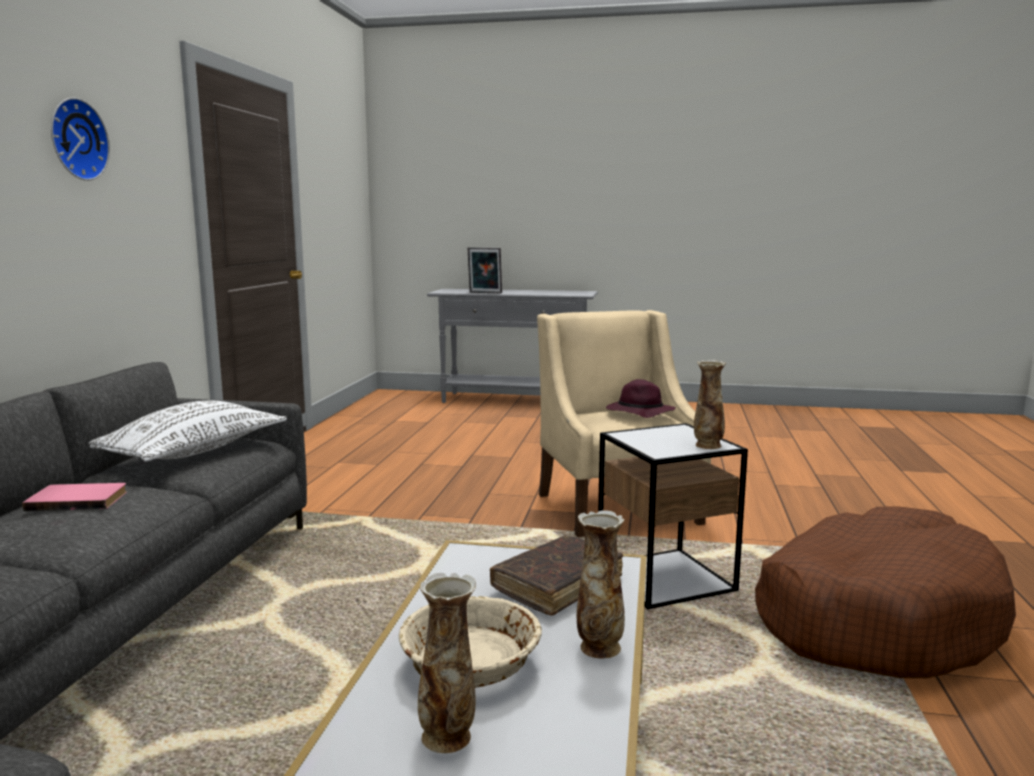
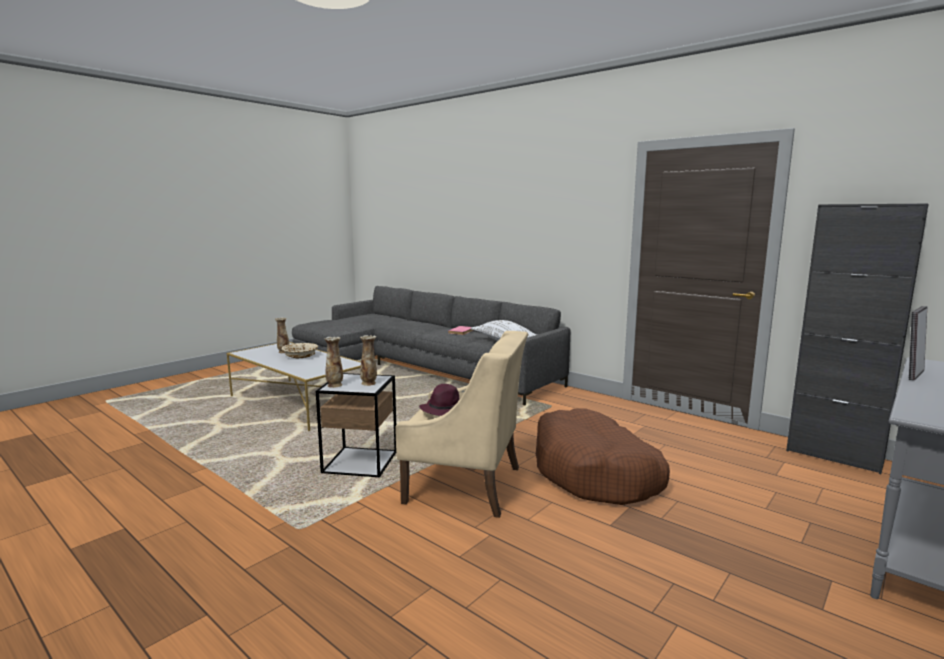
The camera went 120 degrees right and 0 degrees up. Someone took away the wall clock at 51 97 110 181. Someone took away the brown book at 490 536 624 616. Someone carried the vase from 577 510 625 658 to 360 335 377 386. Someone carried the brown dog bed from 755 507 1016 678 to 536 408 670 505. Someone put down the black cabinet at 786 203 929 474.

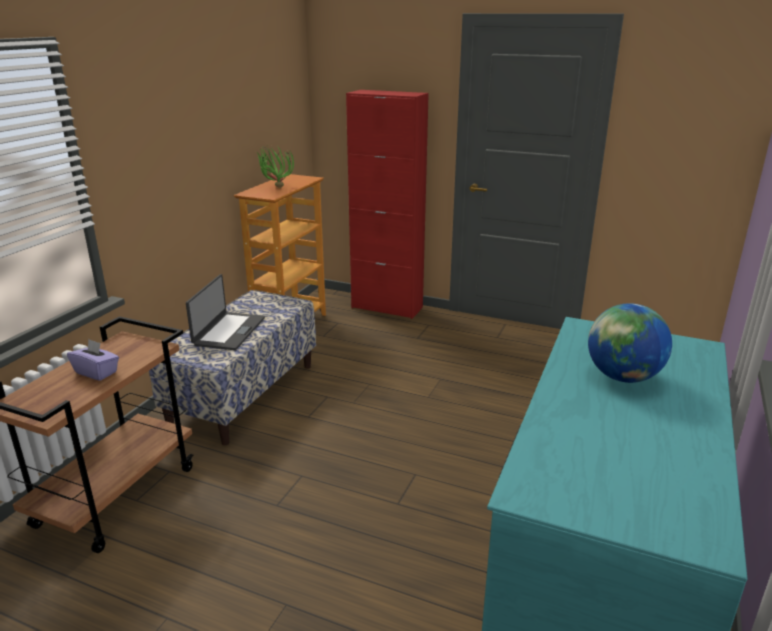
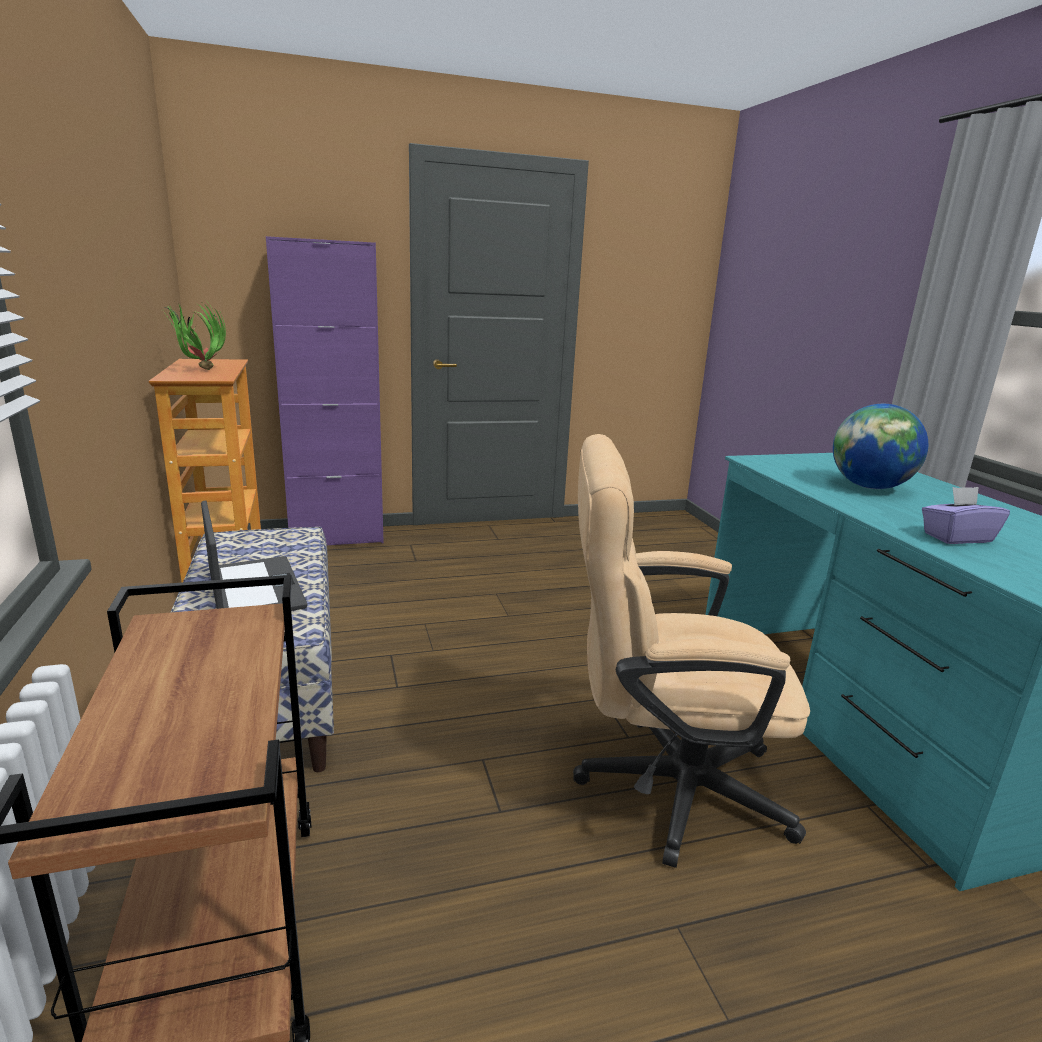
The camera went 40 degrees left and 5 degrees down. Someone carried the purple tissue box from 67 339 119 381 to 922 487 1010 544. Someone repainted the red cabinet at 346 90 429 319, which became the purple cabinet at 266 236 384 545. Someone put down the beige office chair at 573 434 810 868.

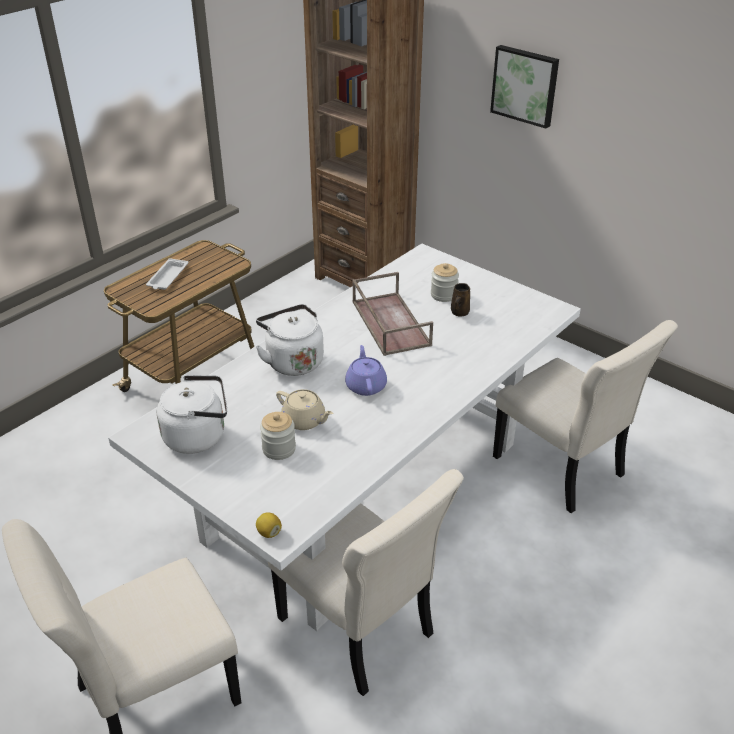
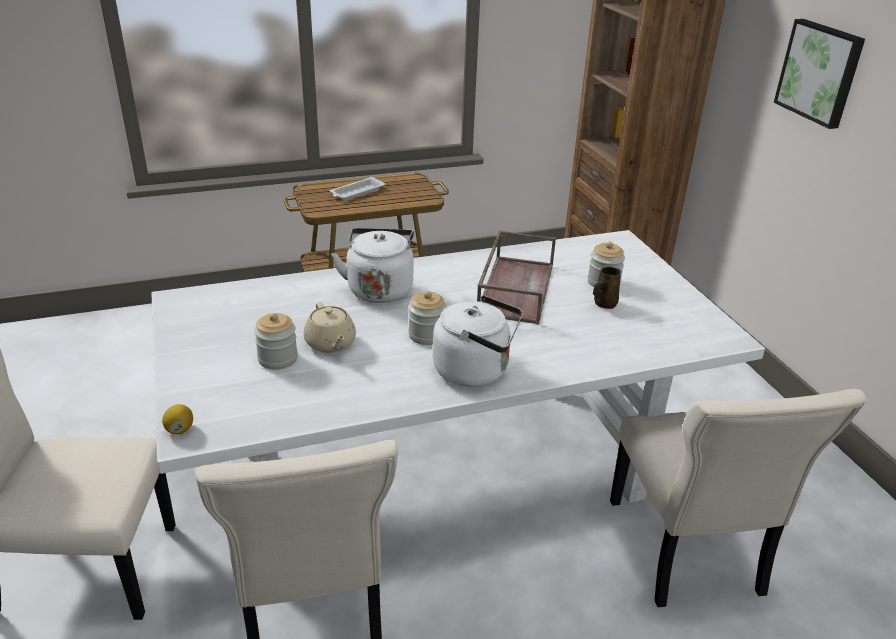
The camera went 30 degrees right and 5 degrees down. Someone carried the white kettle from 157 375 227 454 to 433 295 523 387. Someone swapped the purple teapot at 345 345 387 396 for the jar at 408 291 447 345.

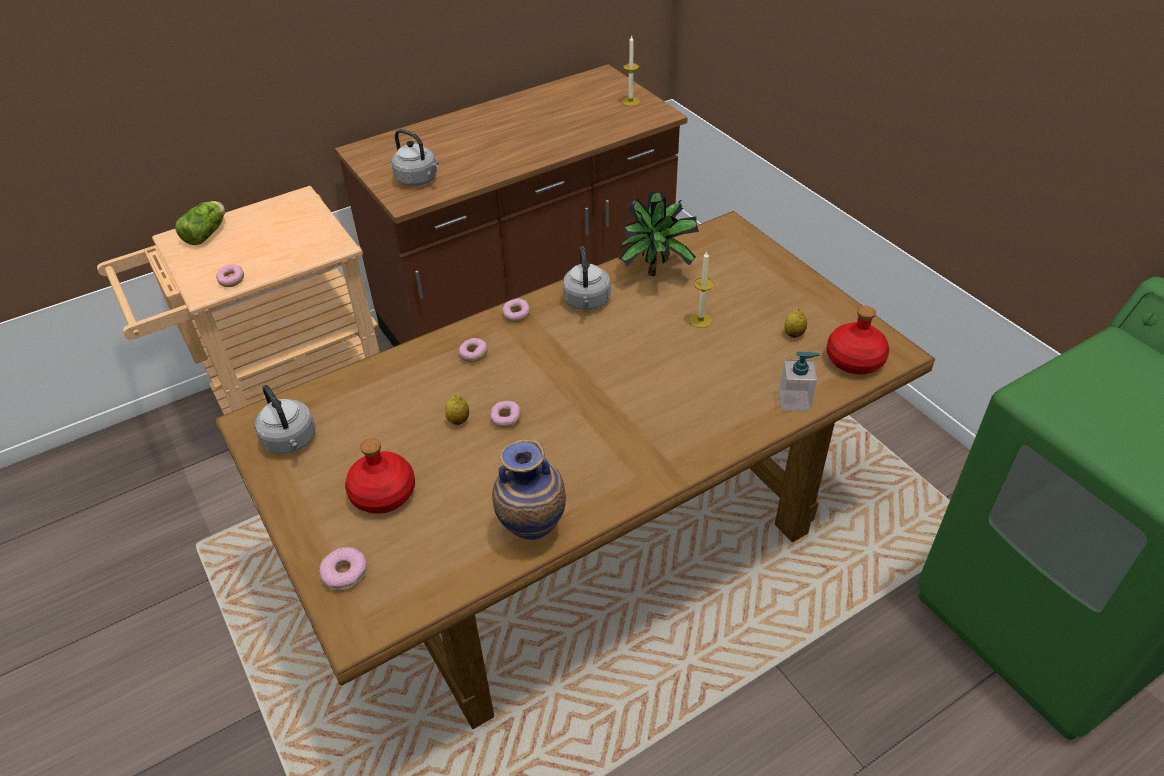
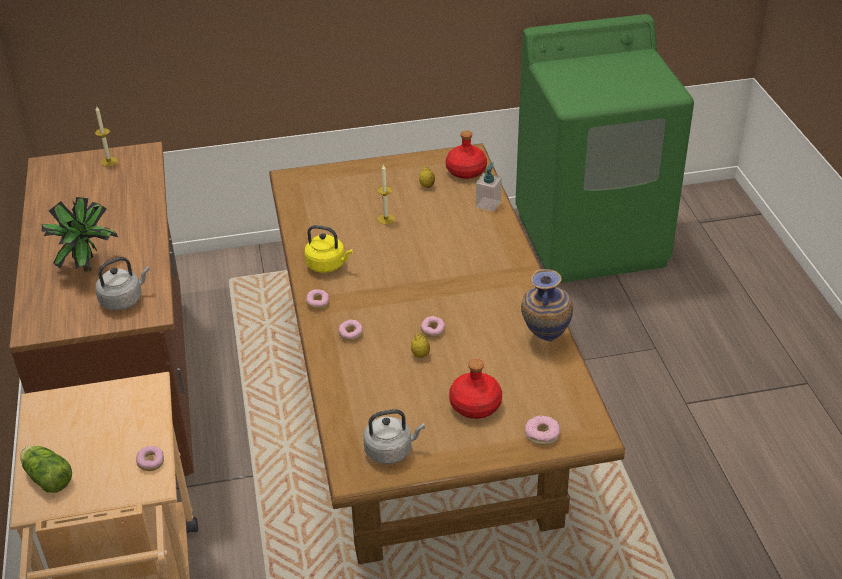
The camera went 70 degrees left and 5 degrees down. Someone repainted the grey kettle at 563 247 611 310, which became the yellow kettle at 304 225 353 273. Someone carried the potted plant from 618 192 699 276 to 41 197 118 272.

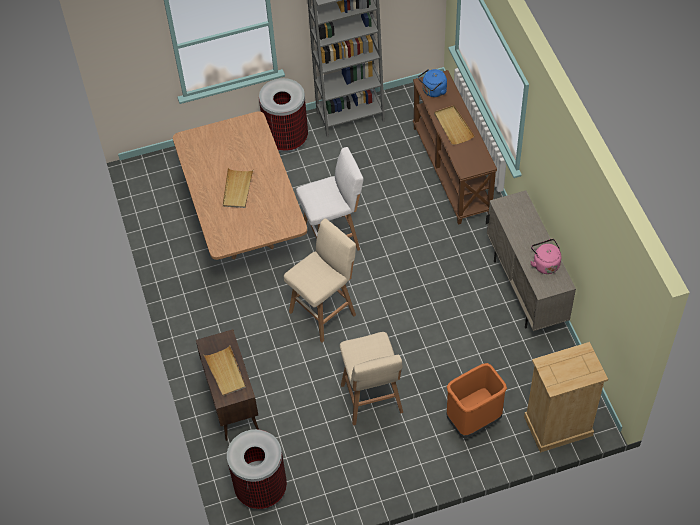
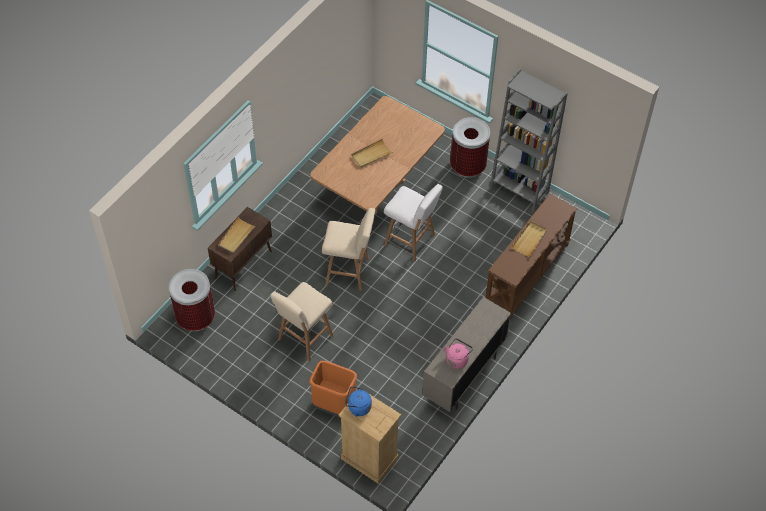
The camera went 50 degrees right and 0 degrees up. Someone carried the blue kettle from 418 69 447 97 to 344 386 372 417.

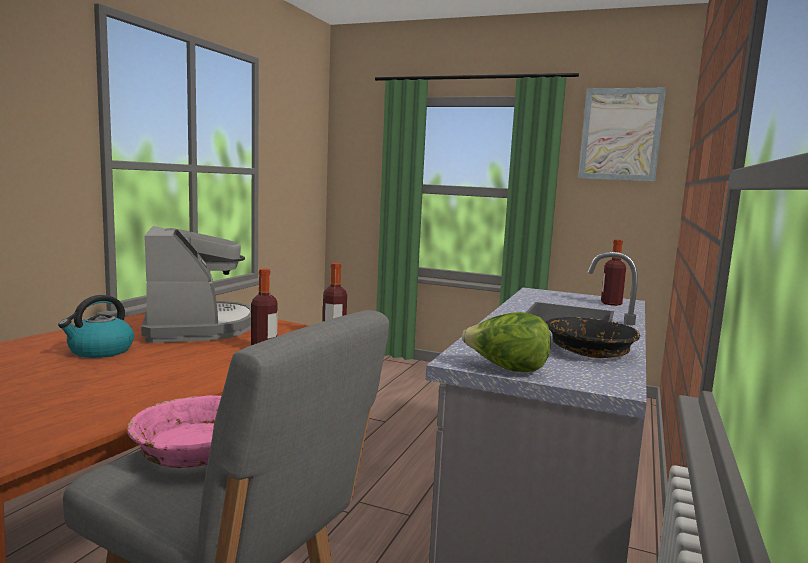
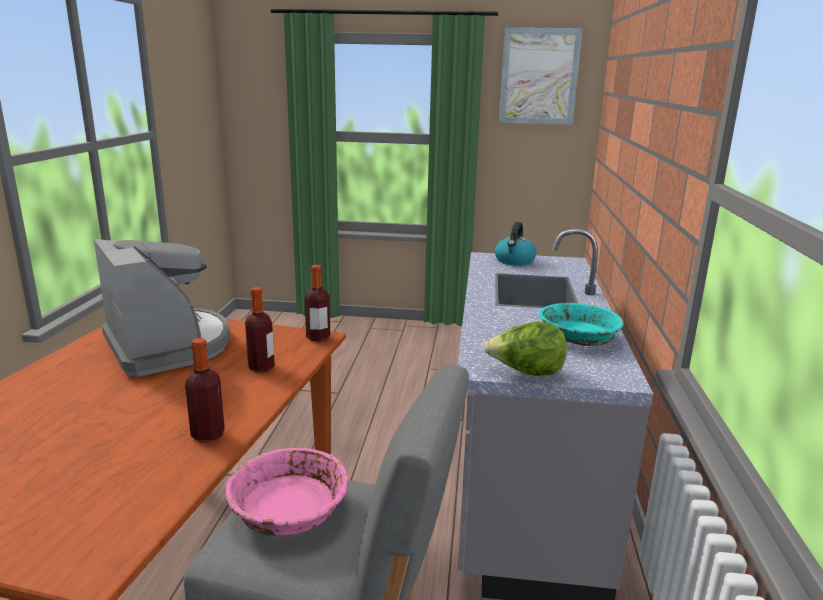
The camera went 15 degrees left and 10 degrees up. Someone carried the kettle from 58 295 134 358 to 495 222 536 265. Someone repainted the black bowl at 546 317 640 358, which became the turquoise bowl at 539 303 624 346. Someone carried the bottle from 601 240 626 306 to 185 338 225 442.

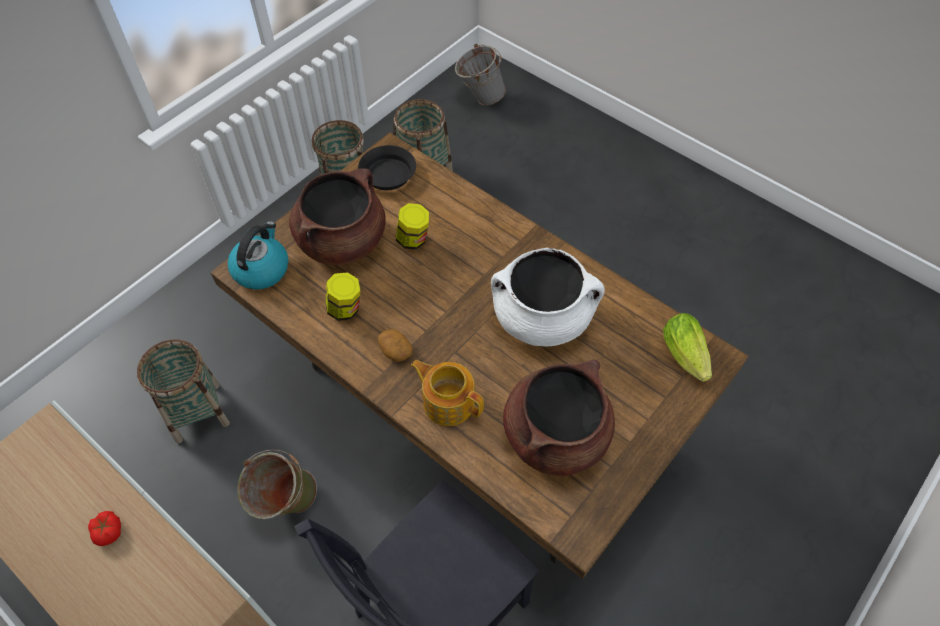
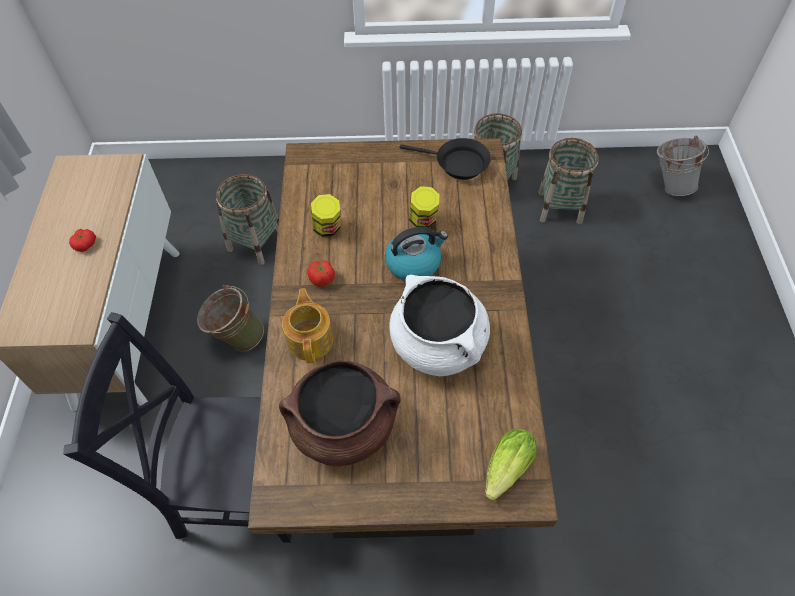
The camera went 50 degrees right and 0 degrees up. Someone carried the kettle from 228 221 288 289 to 385 226 448 281. Someone took away the brown cooking pot at 289 168 386 265. Someone swapped the potato at 378 329 413 362 for the tomato at 307 260 335 286.

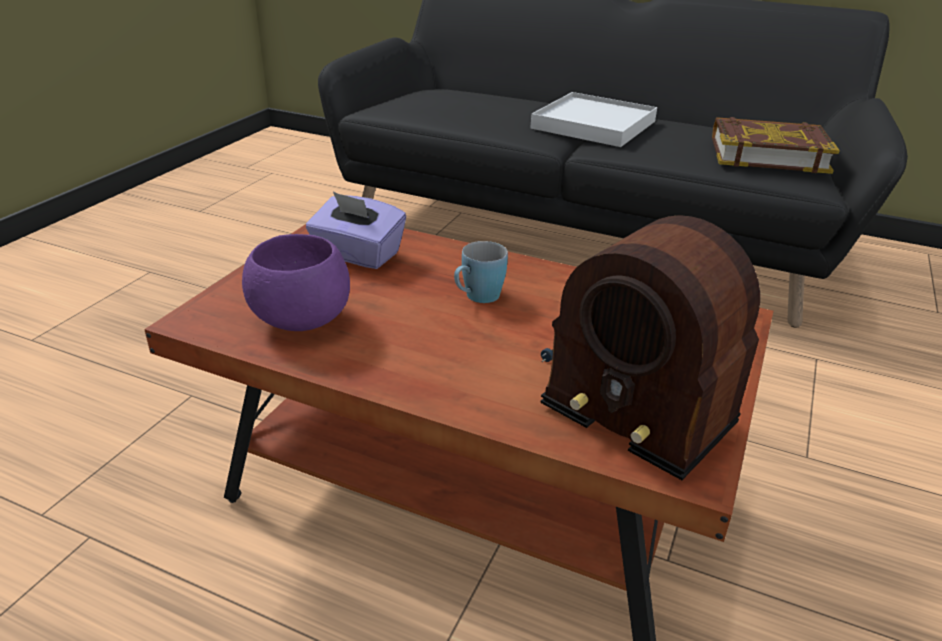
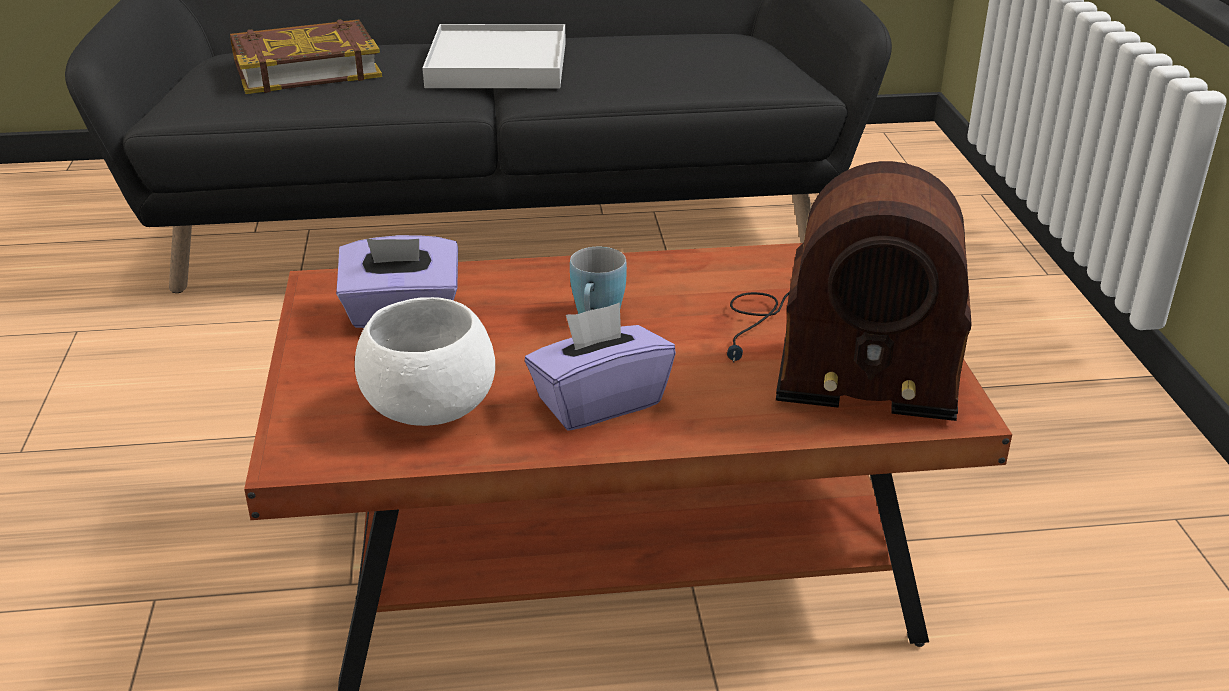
The camera went 30 degrees left and 0 degrees up. Someone repainted the purple bowl at 242 234 350 331, which became the white bowl at 355 297 495 426. Someone carried the book from 712 117 840 174 to 230 19 382 94. Someone put down the purple tissue box at 525 303 676 430.

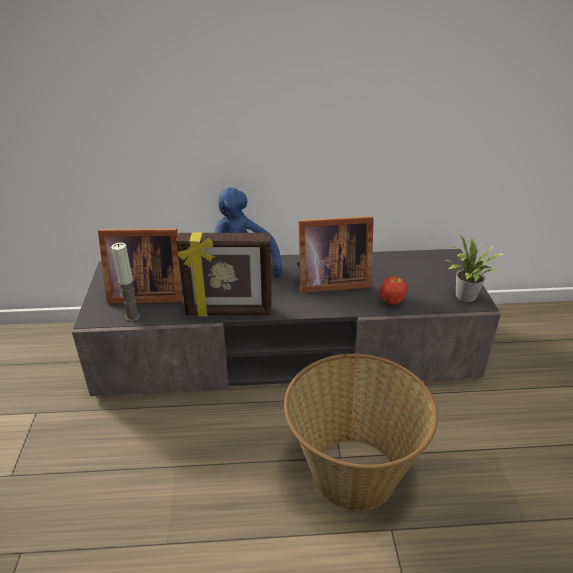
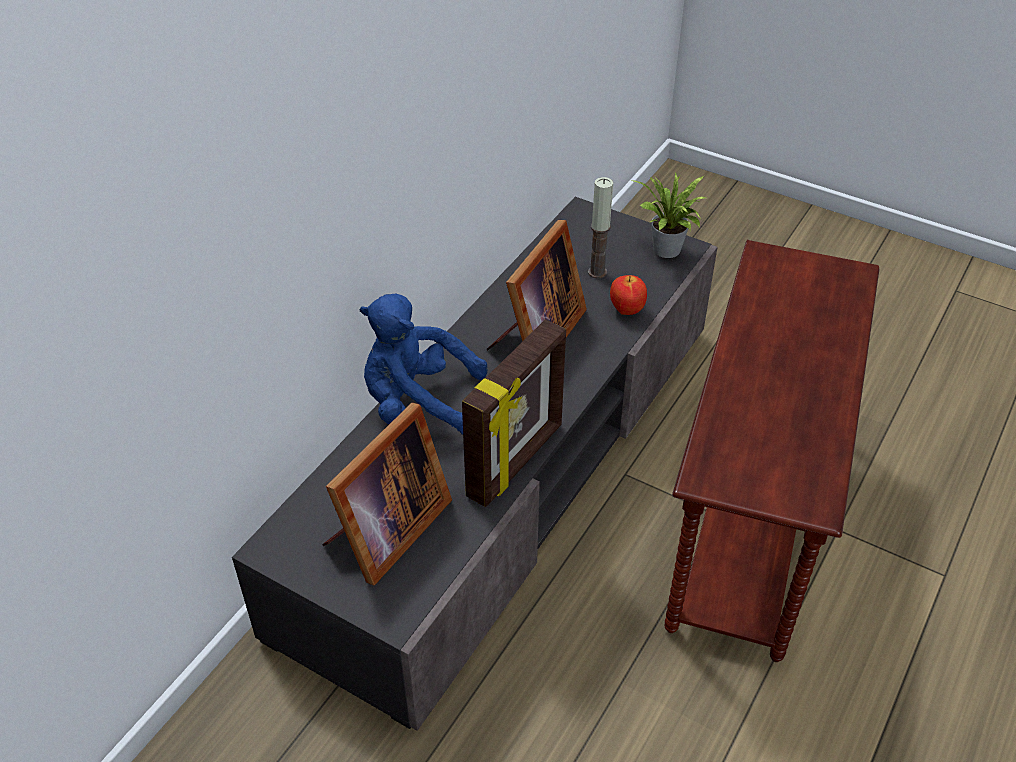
The camera went 55 degrees left and 10 degrees up. Someone carried the candle from 111 243 140 322 to 588 177 613 279. Someone swapped the basket at 284 354 438 511 for the brown side table at 665 240 880 662.

